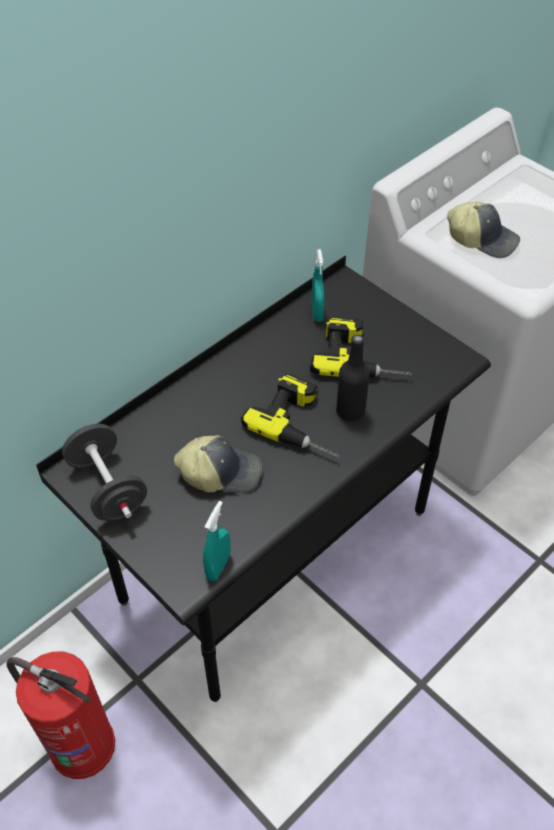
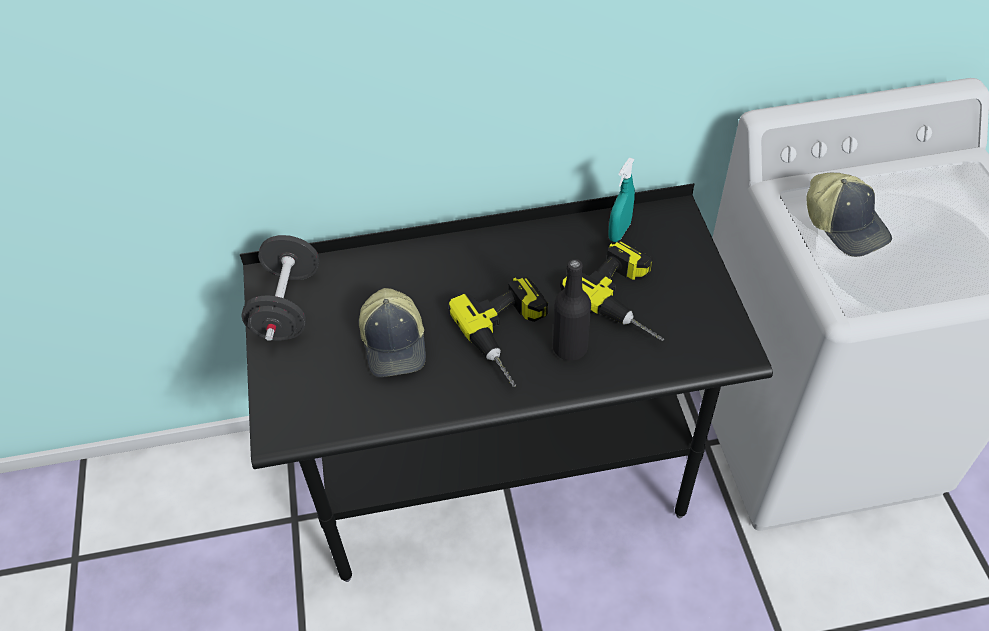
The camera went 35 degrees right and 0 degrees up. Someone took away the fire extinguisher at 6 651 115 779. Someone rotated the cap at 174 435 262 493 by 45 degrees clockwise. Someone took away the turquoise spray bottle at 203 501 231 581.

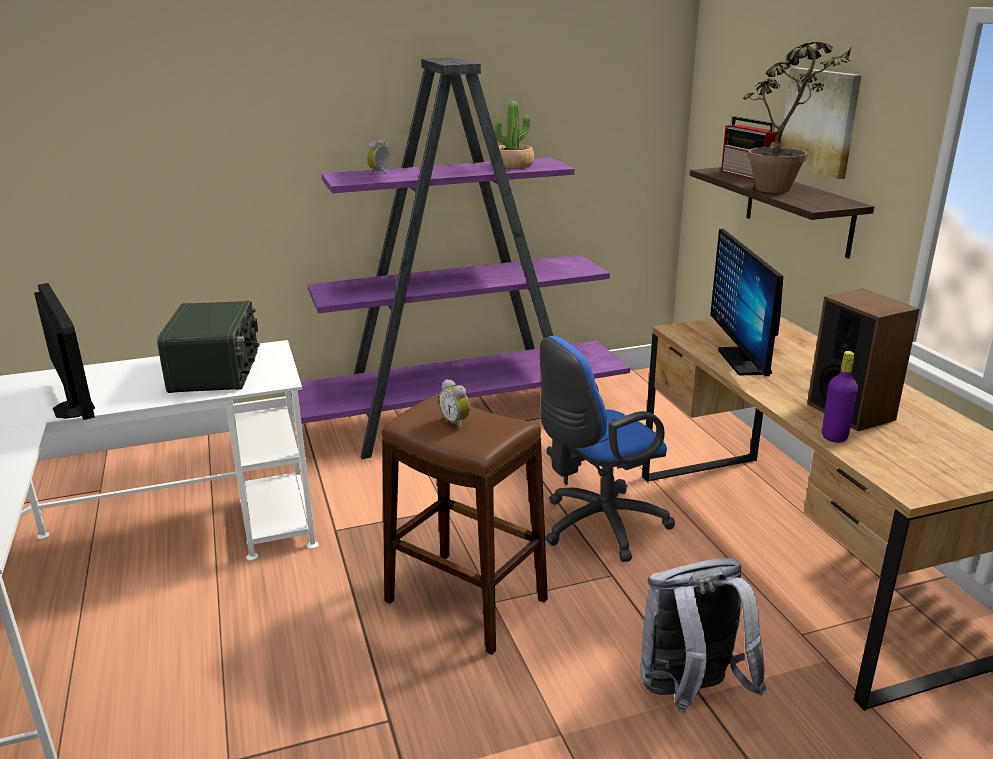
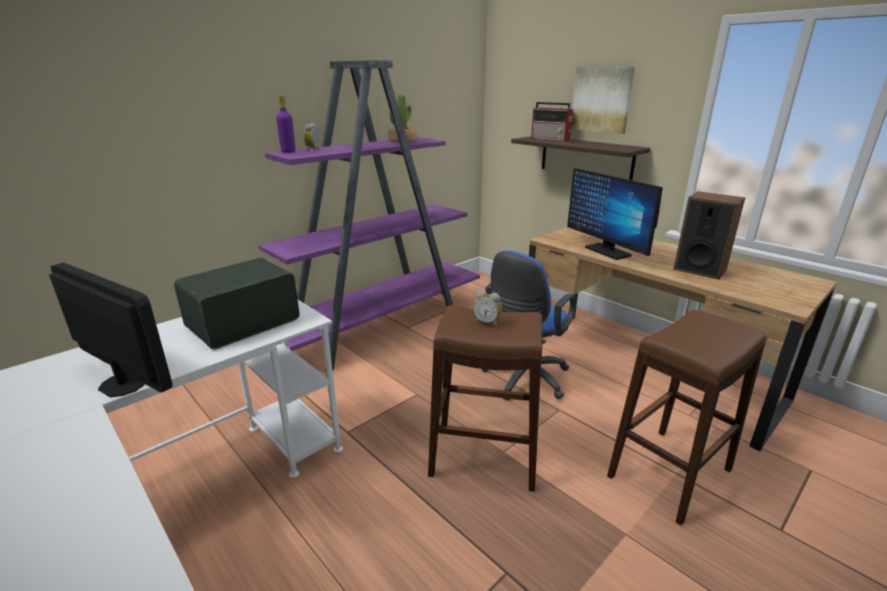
The camera went 25 degrees left and 0 degrees up. Someone rotated the radio at 157 301 260 393 by 105 degrees counterclockwise. Someone swapped the grey backpack at 640 558 766 713 for the brown stool at 607 310 767 525. Someone took away the potted plant at 743 42 852 193. Someone carried the purple bottle from 822 351 858 443 to 276 96 296 153.

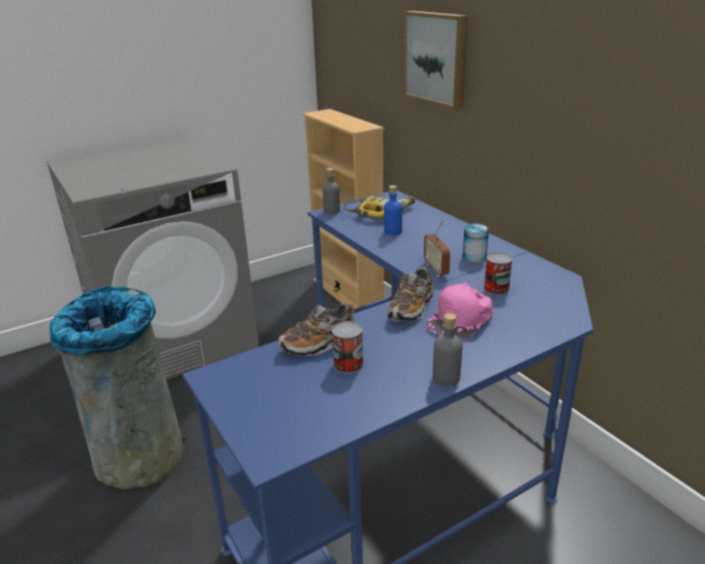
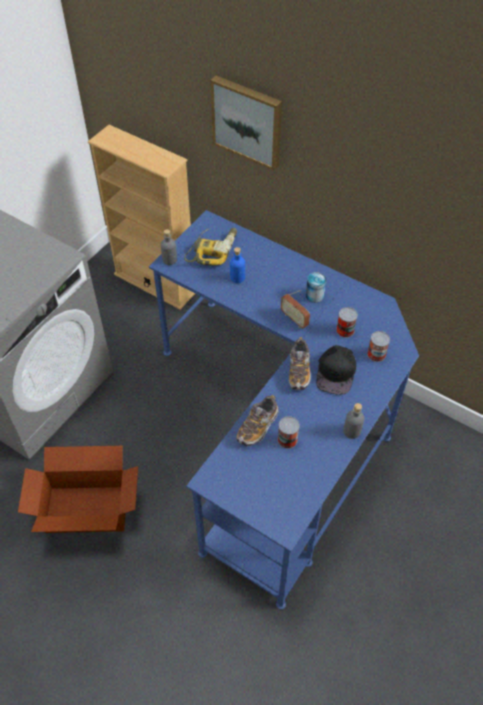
The camera went 25 degrees left and 25 degrees up. Someone swapped the grey trash can at 50 286 186 489 for the cardboard box at 18 446 138 533. Someone repainted the pink cap at 425 283 493 340, which became the black cap at 316 345 356 395. Someone put down the can at 367 331 390 362.

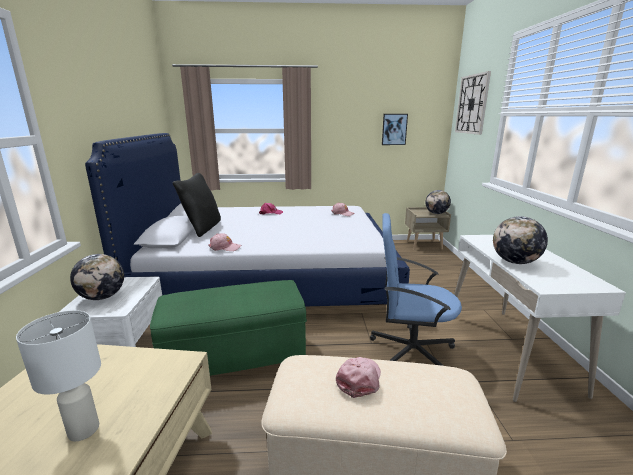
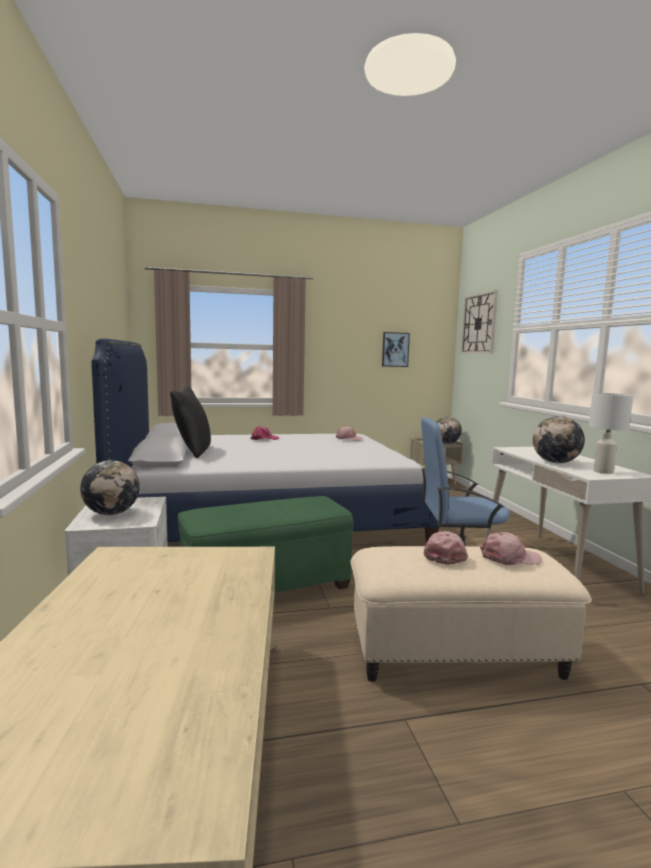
The camera went 10 degrees left and 10 degrees down. Someone carried the white table lamp from 16 310 101 441 to 589 393 633 474. Someone carried the pink cap from 208 233 241 251 to 480 532 542 565.

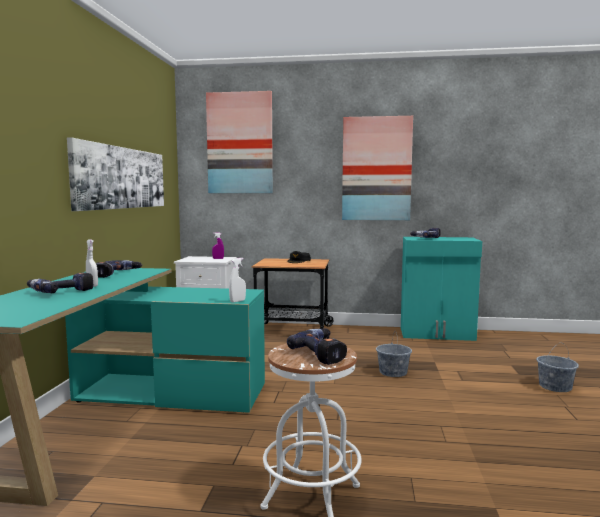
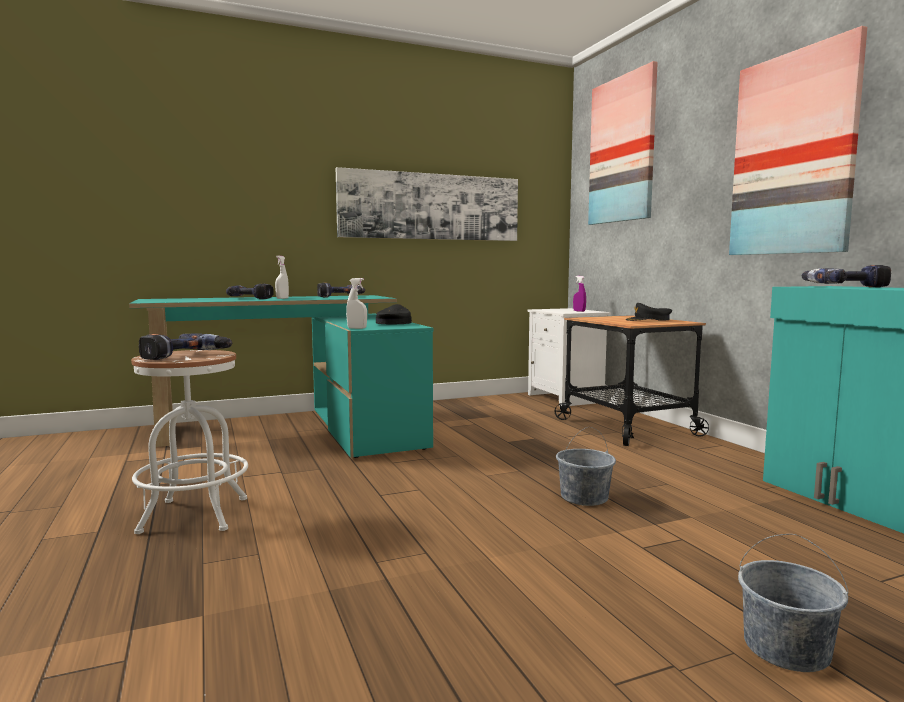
The camera went 60 degrees right and 0 degrees up. Someone put down the black cap at 376 304 412 324.

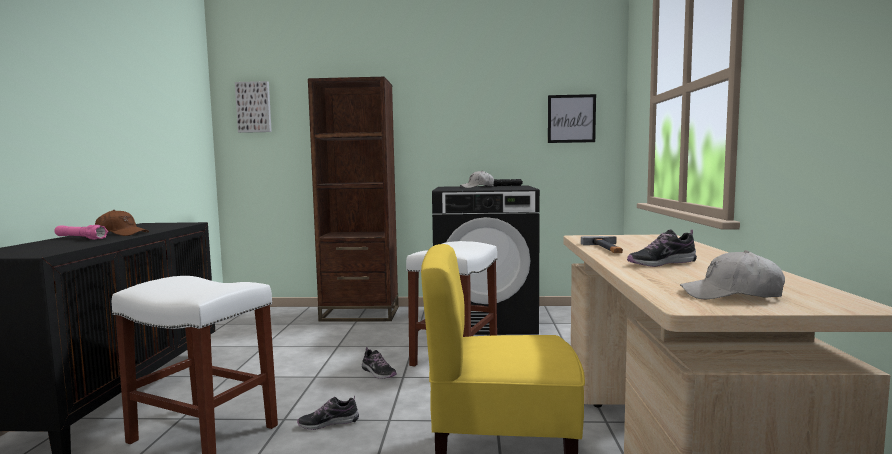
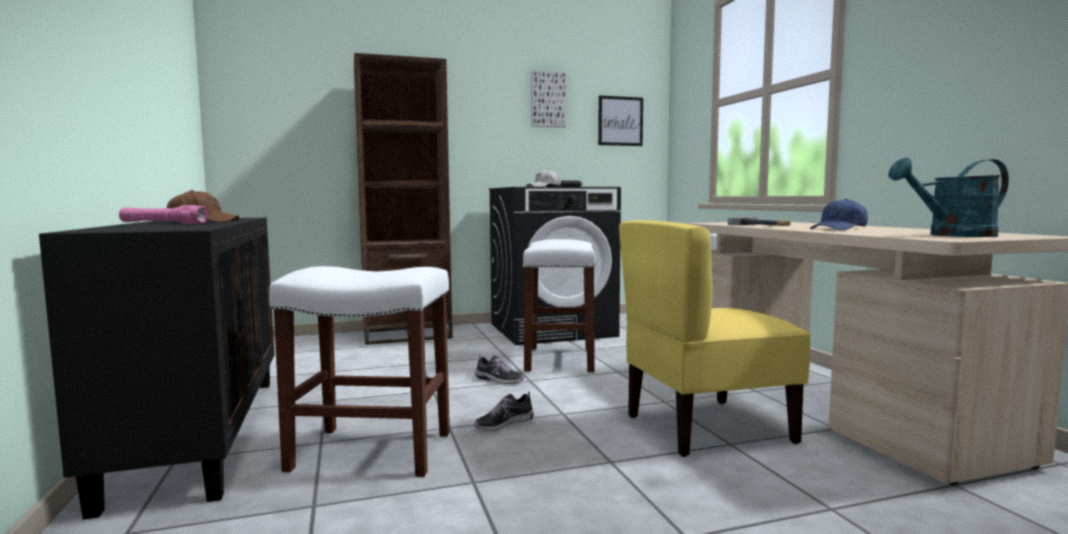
The camera went 20 degrees left and 0 degrees up. Someone carried the picture from 235 81 272 133 to 531 70 566 127. Someone swapped the shoe at 627 229 697 267 for the blue cap at 810 199 868 230. Someone swapped the white cap at 680 250 785 299 for the turquoise watering can at 888 158 1009 237.

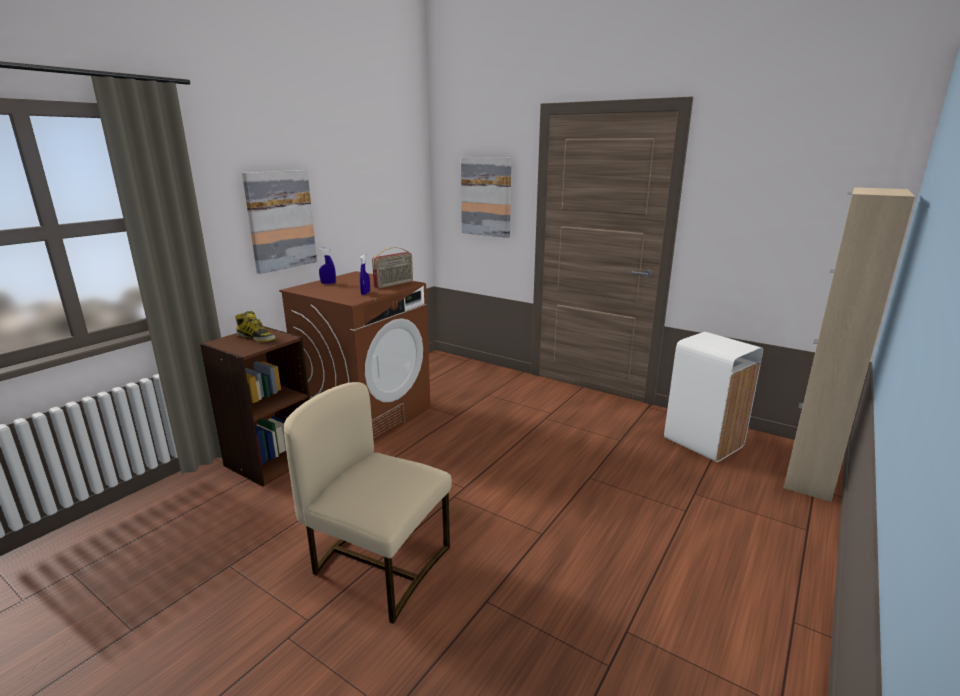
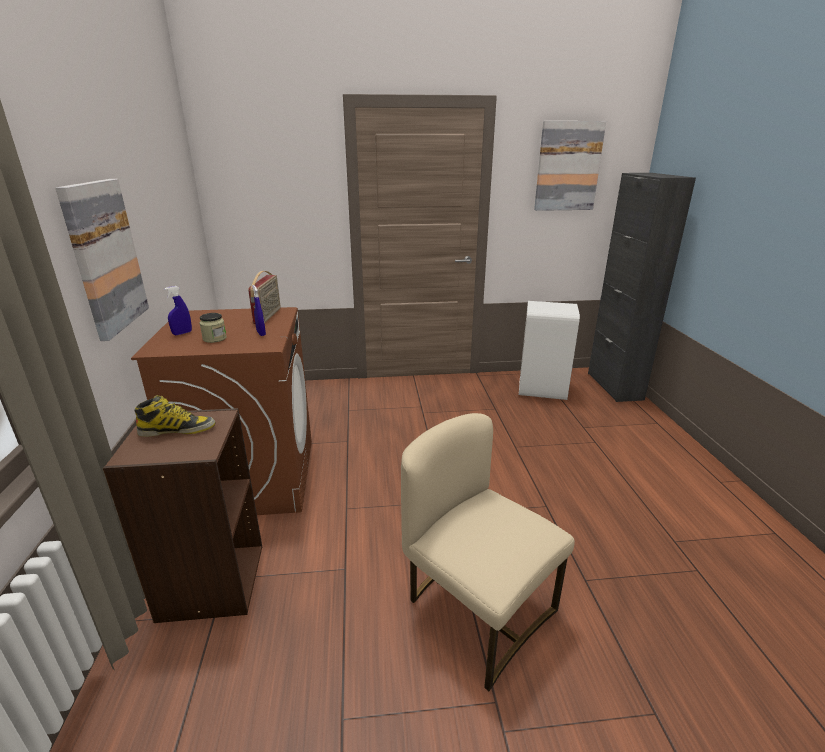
The camera went 40 degrees left and 5 degrees up. Someone rotated the beige chair at 284 382 452 624 by 60 degrees clockwise. Someone carried the picture from 461 157 511 238 to 534 121 606 211. Someone repainted the beige cabinet at 784 187 915 502, which became the black cabinet at 588 173 696 402. Someone put down the jar at 199 313 227 343.

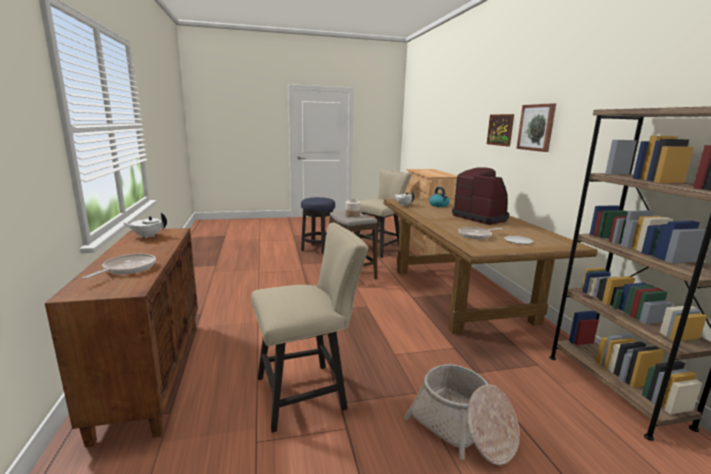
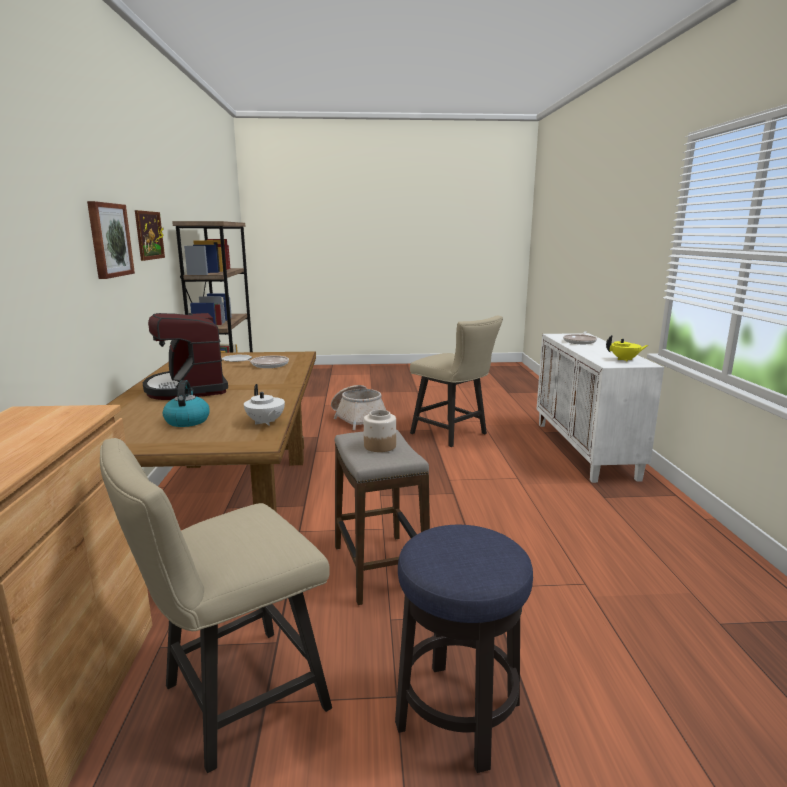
The camera went 170 degrees left and 0 degrees up. Someone repainted the brown cabinet at 45 228 198 447, which became the white cabinet at 537 333 664 483. Someone repainted the white teapot at 123 213 167 238, which became the yellow teapot at 606 335 649 362. Someone rotated the beige chair at 251 223 368 433 by 120 degrees counterclockwise. Someone carried the picture from 487 114 514 147 to 135 210 165 261.

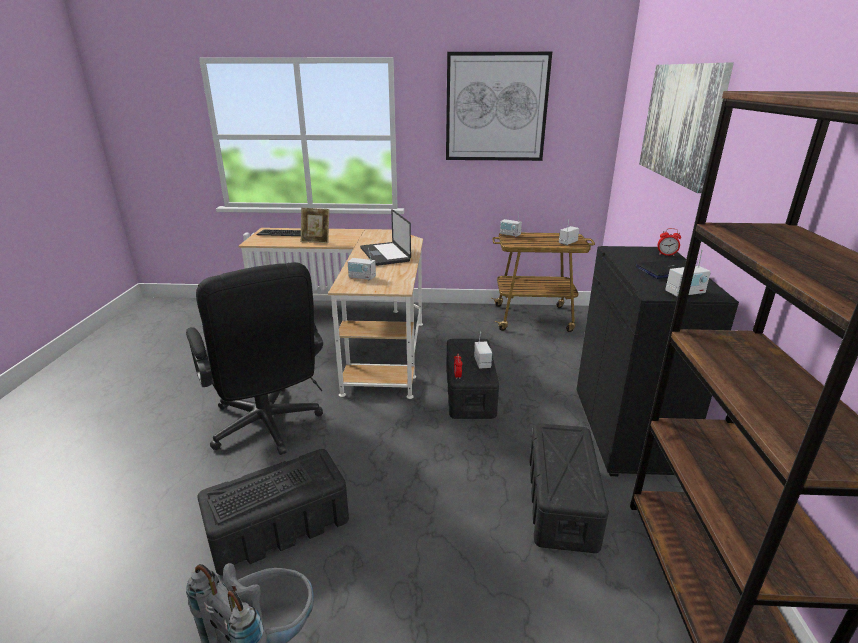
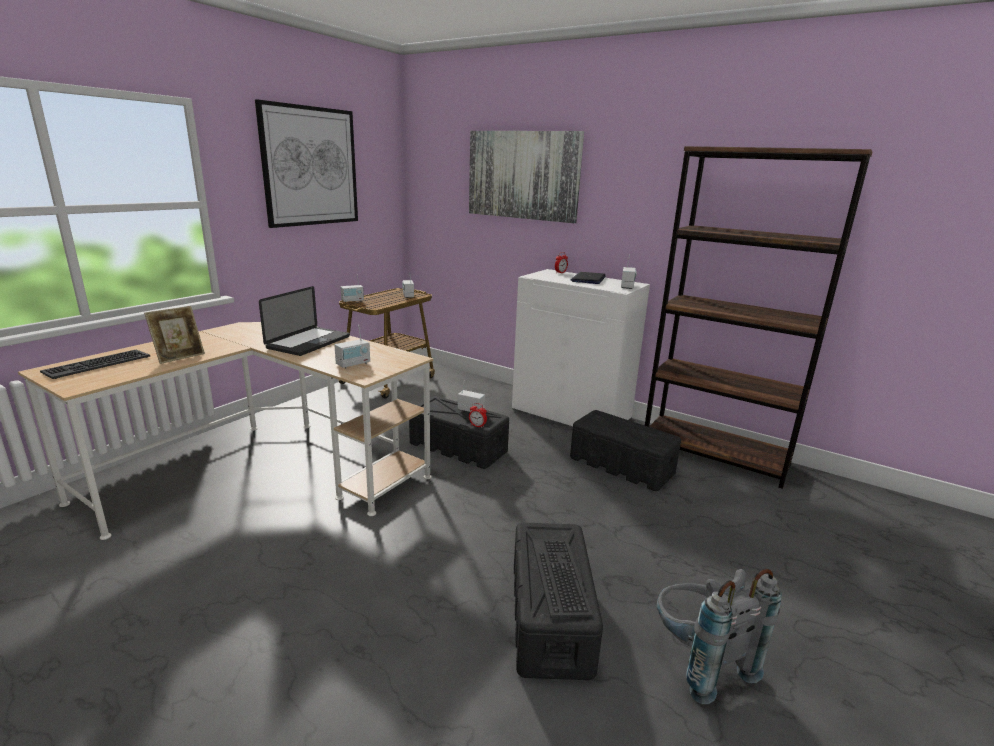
The camera went 60 degrees left and 5 degrees down. Someone took away the black office chair at 186 262 323 455. Someone rotated the laptop at 360 209 411 266 by 75 degrees counterclockwise. Someone repainted the black cabinet at 577 246 739 476, which became the white cabinet at 512 269 650 426.

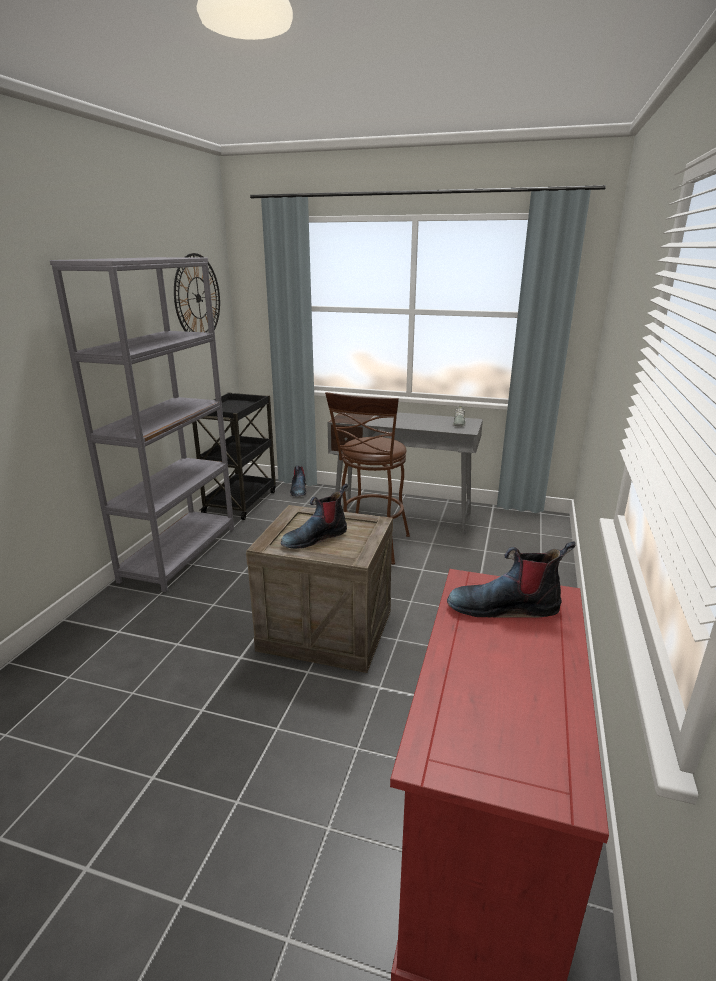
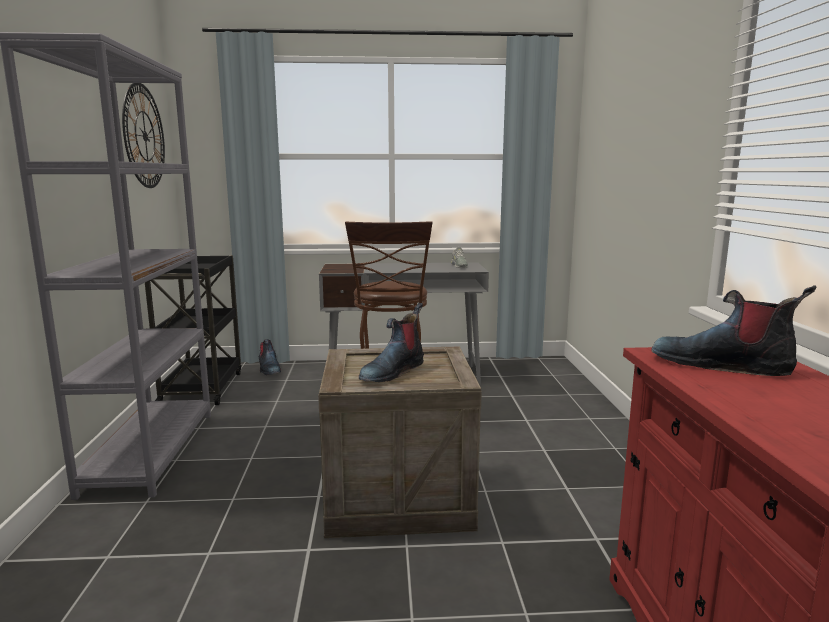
The camera went 20 degrees left and 10 degrees down. Someone rotated the boot at 447 541 575 618 by 45 degrees clockwise.

